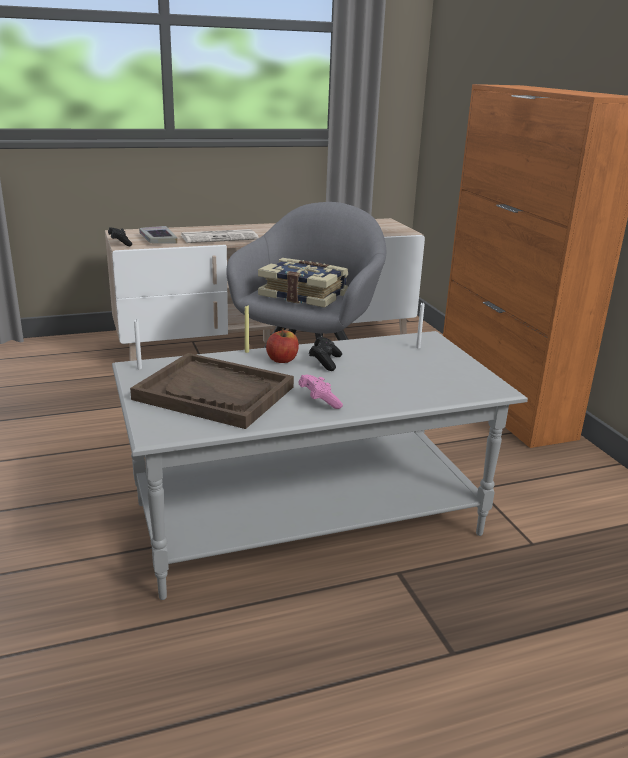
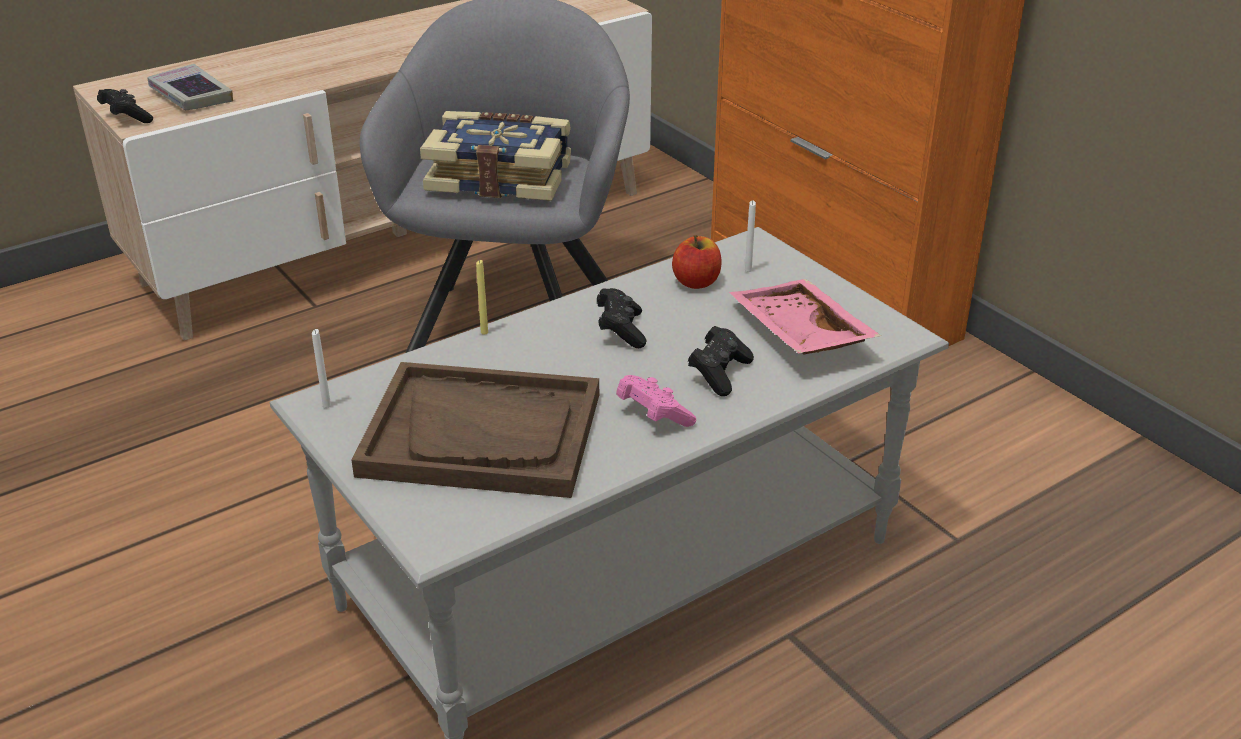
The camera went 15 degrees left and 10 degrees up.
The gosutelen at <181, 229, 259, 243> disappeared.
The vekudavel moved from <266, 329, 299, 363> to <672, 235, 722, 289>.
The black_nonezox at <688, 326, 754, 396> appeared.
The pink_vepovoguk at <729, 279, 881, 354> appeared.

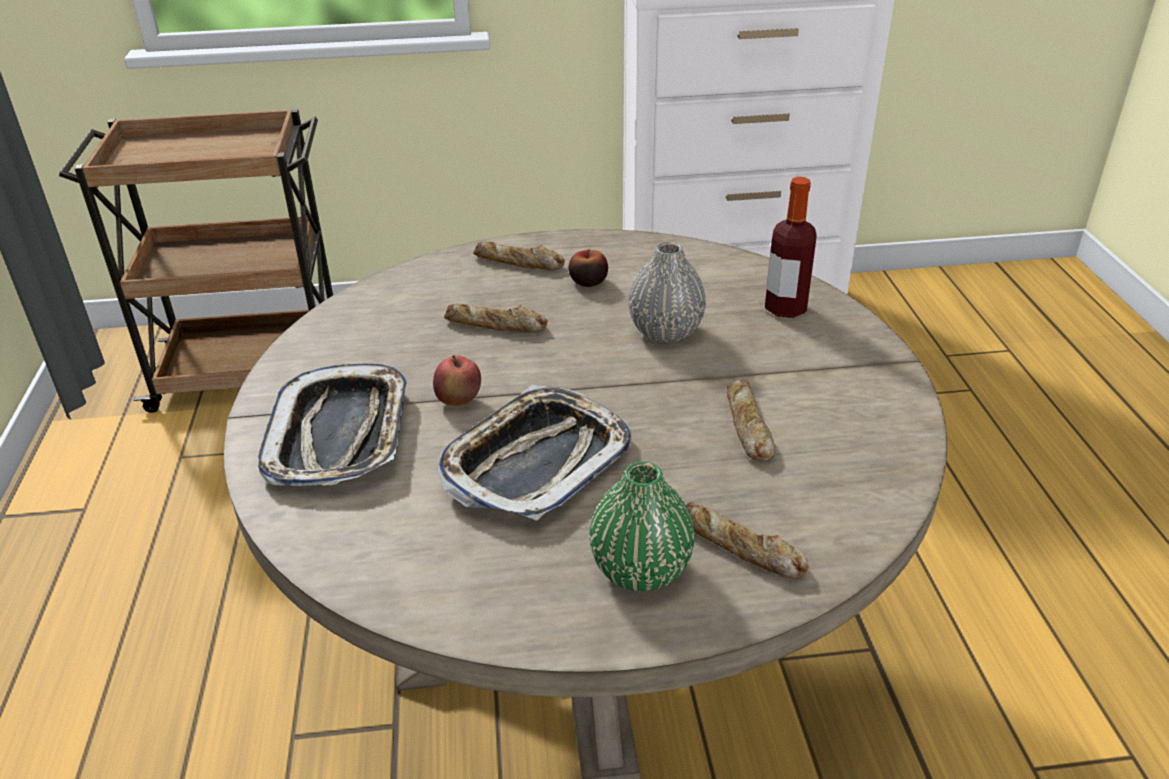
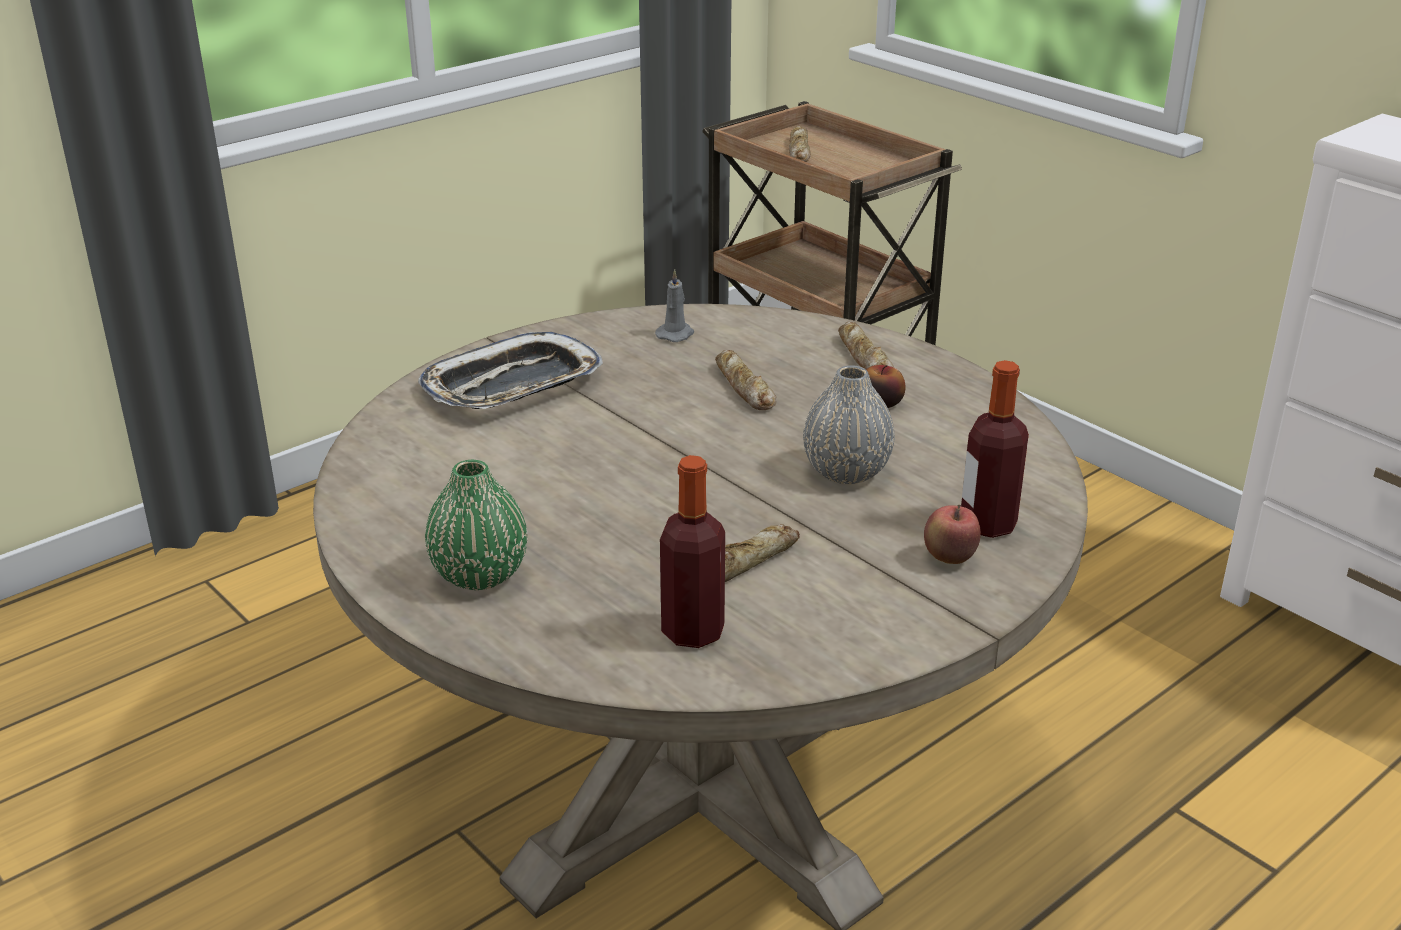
The camera went 55 degrees right and 5 degrees down.
The vekudavel moved from <433, 355, 481, 406> to <924, 505, 981, 564>.
The vepovoguk at <437, 385, 631, 521> disappeared.
The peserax moved from <686, 502, 809, 579> to <789, 126, 811, 162>.
The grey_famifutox at <655, 269, 694, 342> appeared.
The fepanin at <660, 455, 725, 648> appeared.

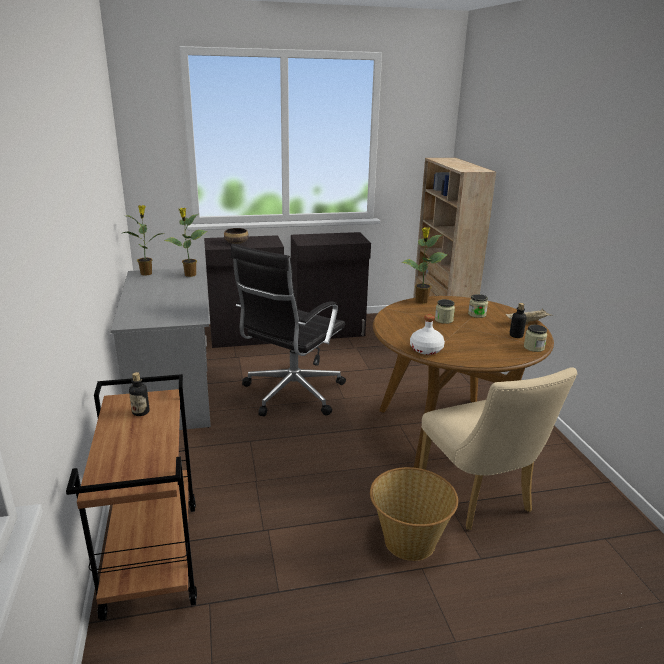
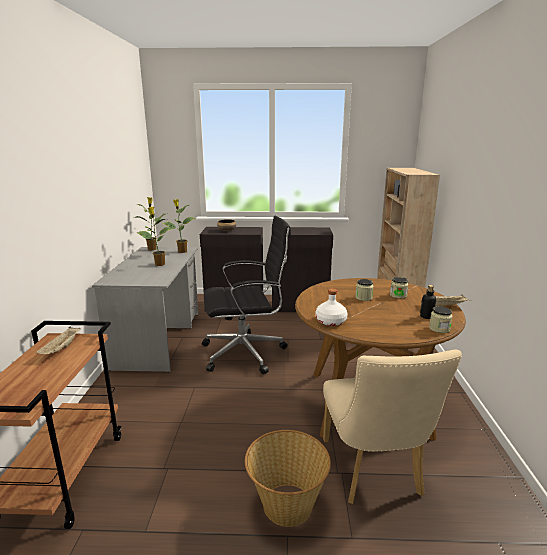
The camera went 15 degrees right and 5 degrees down.
The fepanin at <129, 372, 149, 416> was replaced by the beige_vepovoguk at <36, 326, 81, 354>.
The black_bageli at <231, 244, 346, 416> turned 150 degrees counterclockwise.
The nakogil moved from <401, 227, 448, 304> to <137, 207, 173, 266>.

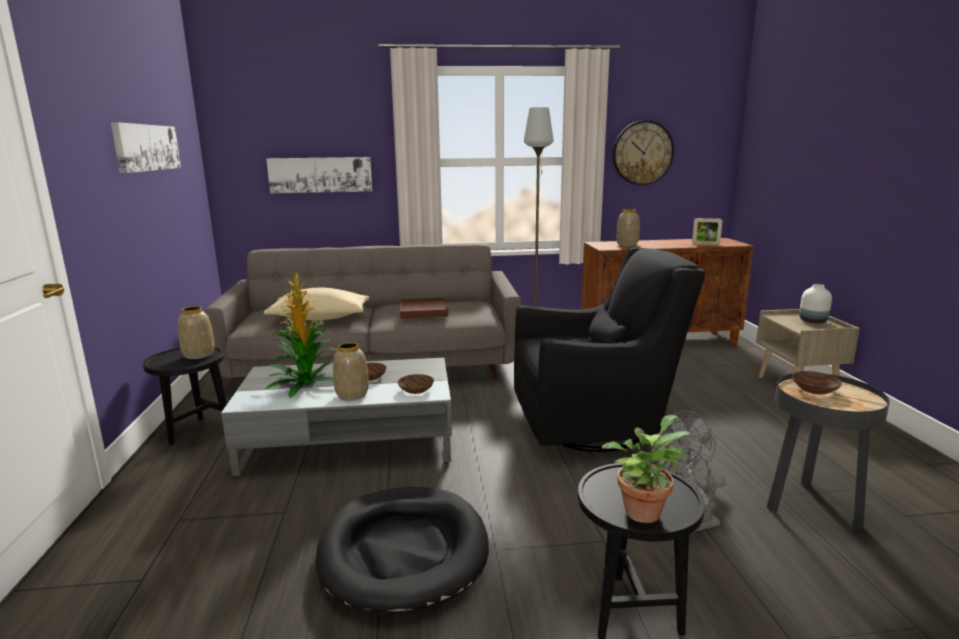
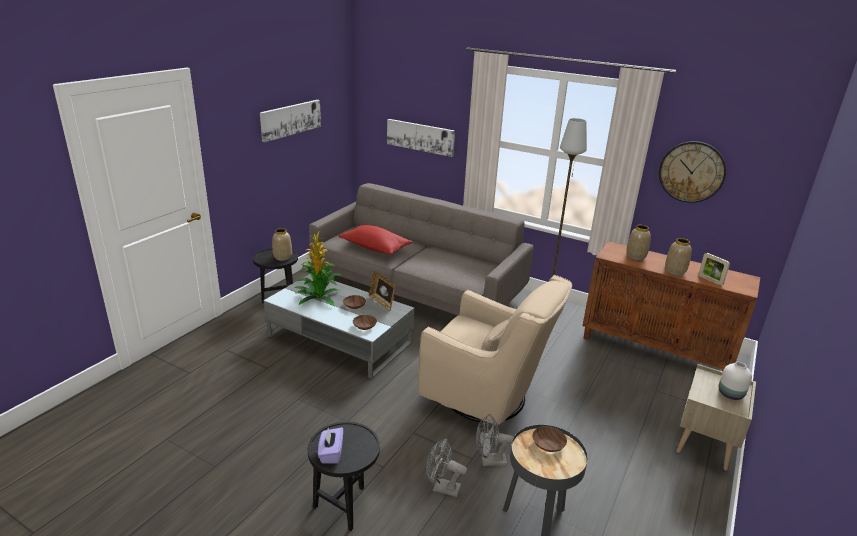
The camera went 35 degrees right and 10 degrees up.
The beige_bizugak at <264, 288, 369, 320> became the red_bizugak at <339, 225, 412, 255>.
The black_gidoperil at <316, 487, 489, 614> disappeared.
The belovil moved from <333, 342, 369, 401> to <665, 238, 692, 276>.
The brown_vepovoguk at <400, 298, 449, 319> disappeared.
The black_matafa at <514, 247, 705, 452> became the beige_matafa at <418, 275, 572, 425>.
The nakogil at <602, 415, 691, 523> was replaced by the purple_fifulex at <318, 427, 343, 463>.
The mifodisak at <369, 271, 396, 311> appeared.

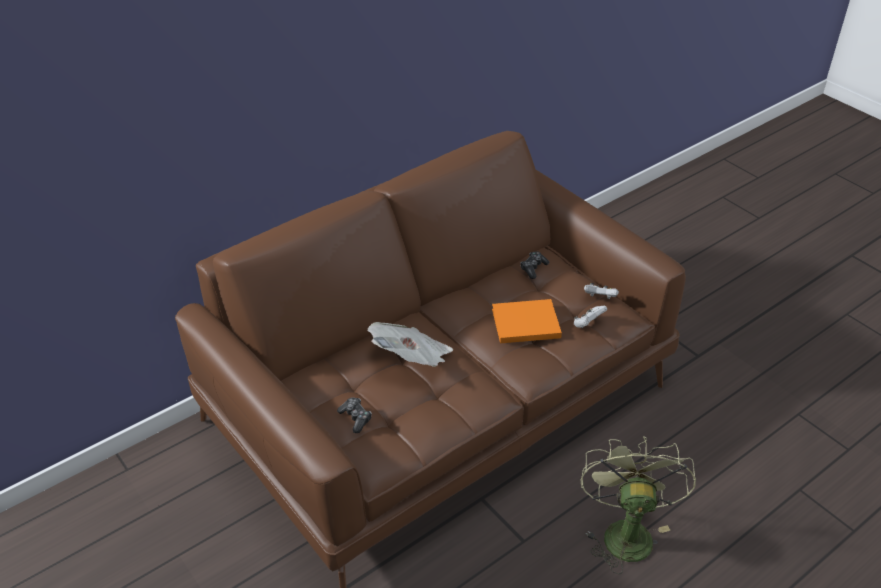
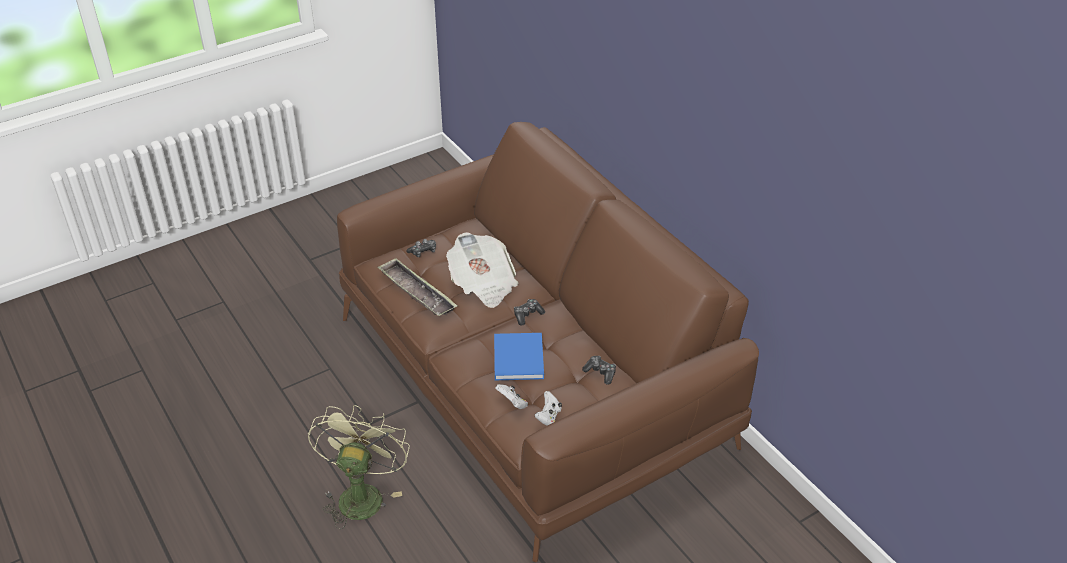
The camera went 95 degrees right and 0 degrees up.
The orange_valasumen at <492, 299, 562, 343> became the blue_valasumen at <494, 333, 544, 380>.
The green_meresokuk at <580, 436, 696, 574> turned 90 degrees counterclockwise.
The vepovoguk at <377, 258, 458, 316> appeared.
The nonezox at <514, 299, 545, 325> appeared.

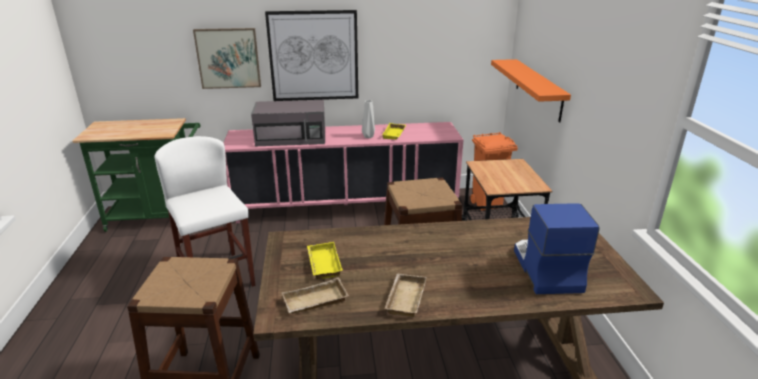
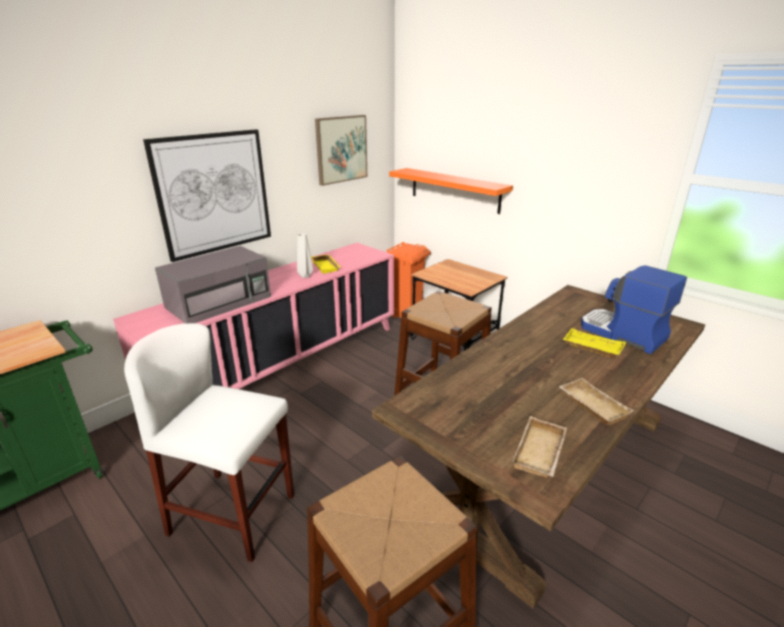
The camera went 40 degrees left and 0 degrees up.
The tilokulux moved from <193, 28, 261, 89> to <315, 115, 367, 186>.
The yellow_vepovoguk moved from <307, 242, 343, 279> to <563, 328, 626, 358>.

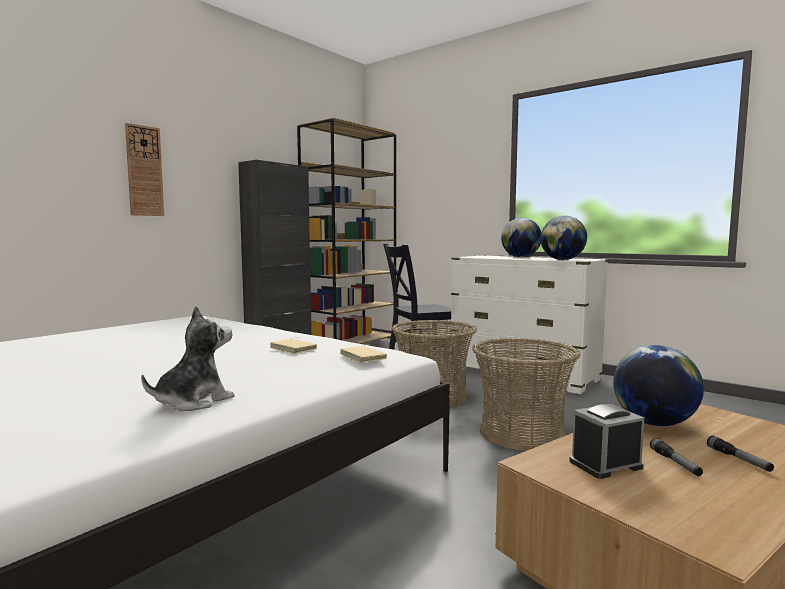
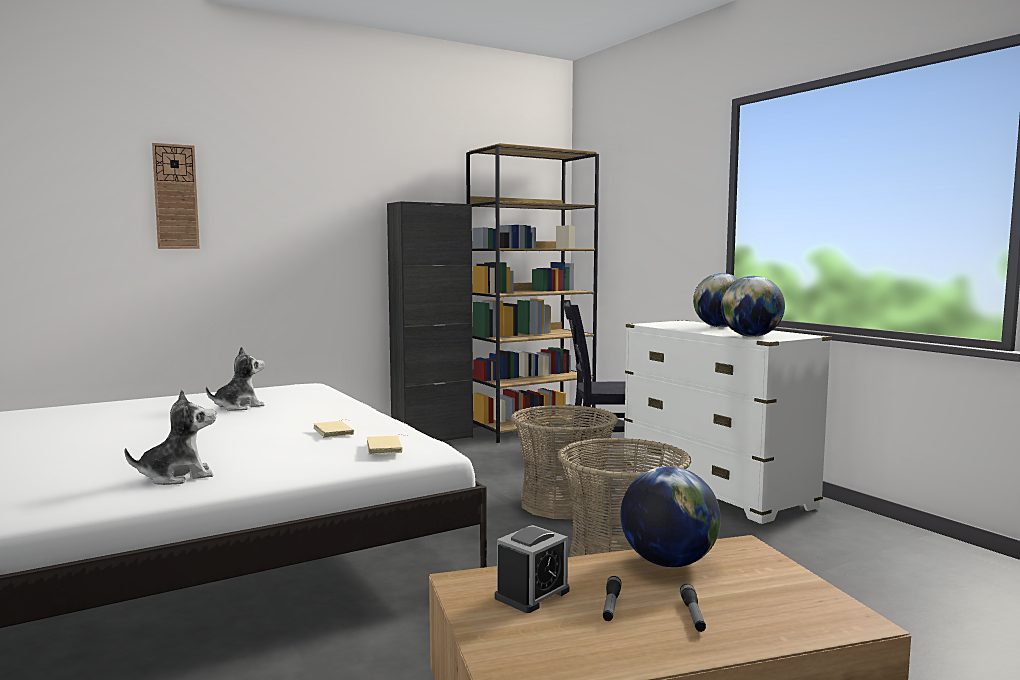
The camera went 20 degrees right and 0 degrees up.
The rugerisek moved from <125, 123, 164, 216> to <152, 143, 200, 249>.
The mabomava at <569, 404, 644, 479> turned 135 degrees clockwise.
The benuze at <206, 347, 265, 411> appeared.

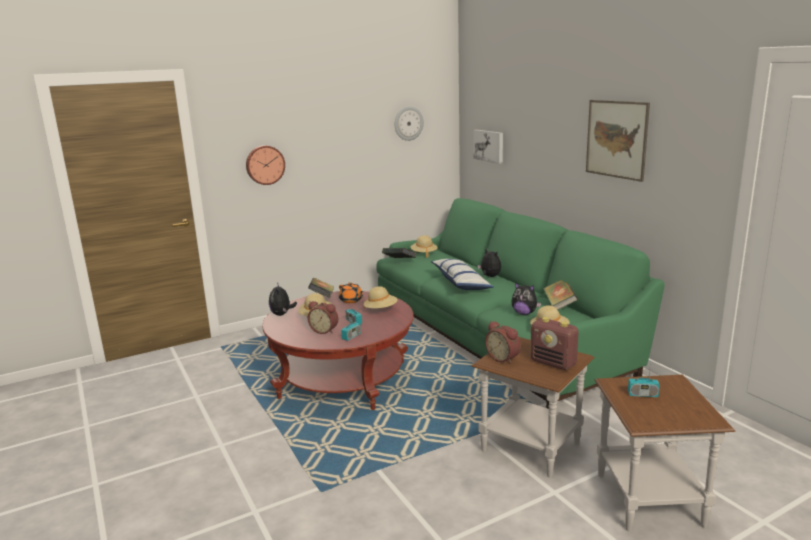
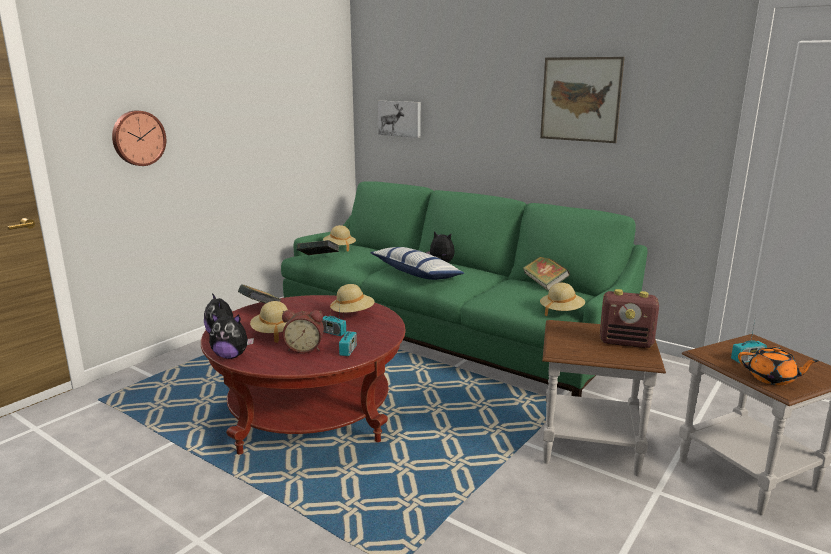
The camera went 25 degrees left and 0 degrees up.
The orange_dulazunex moved from <339, 282, 364, 303> to <738, 347, 818, 385>.
The rugerisek at <394, 106, 424, 141> disappeared.
The mabomava at <485, 321, 521, 364> disappeared.
The benuze moved from <511, 282, 541, 315> to <209, 314, 254, 359>.

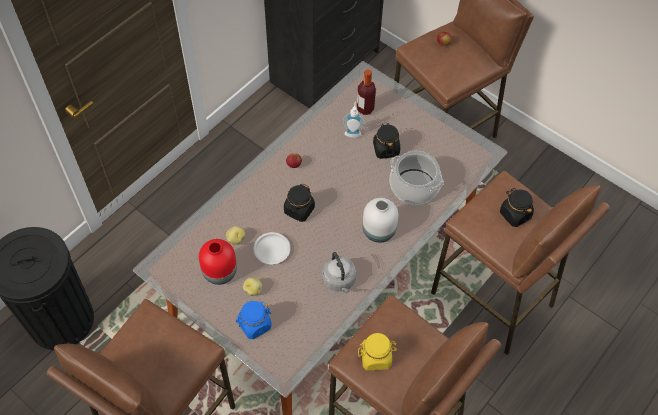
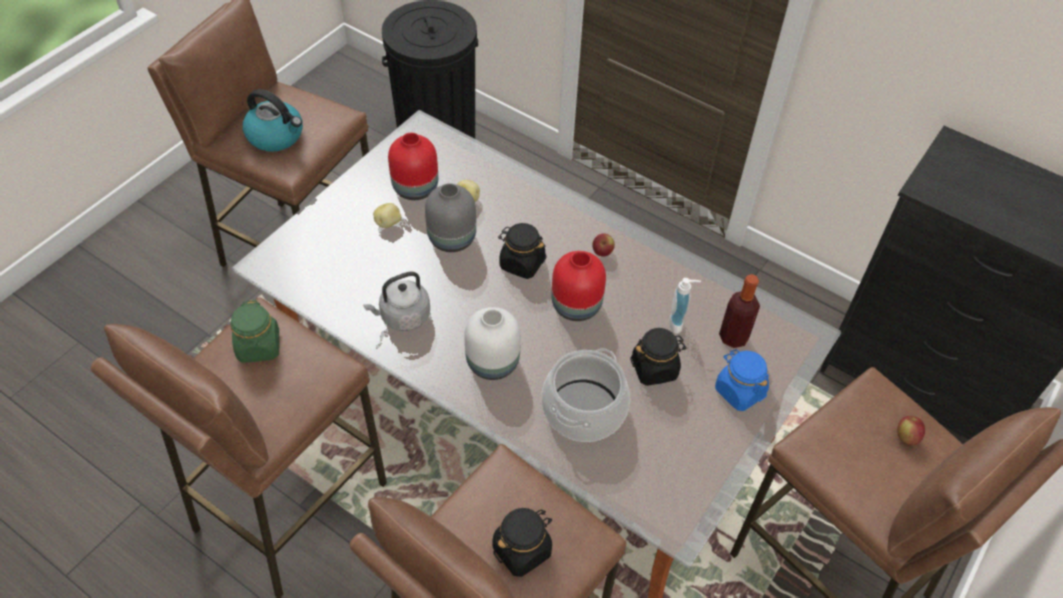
The camera went 85 degrees right and 5 degrees down.
The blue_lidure moved from <236, 301, 272, 339> to <715, 349, 769, 411>.
The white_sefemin at <254, 232, 291, 264> was replaced by the grey_belovil at <425, 183, 476, 252>.
The yellow_lidure at <358, 333, 397, 370> became the green_lidure at <230, 300, 279, 363>.
The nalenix at <243, 89, 303, 152> appeared.
The red_belovil at <552, 251, 606, 321> appeared.

